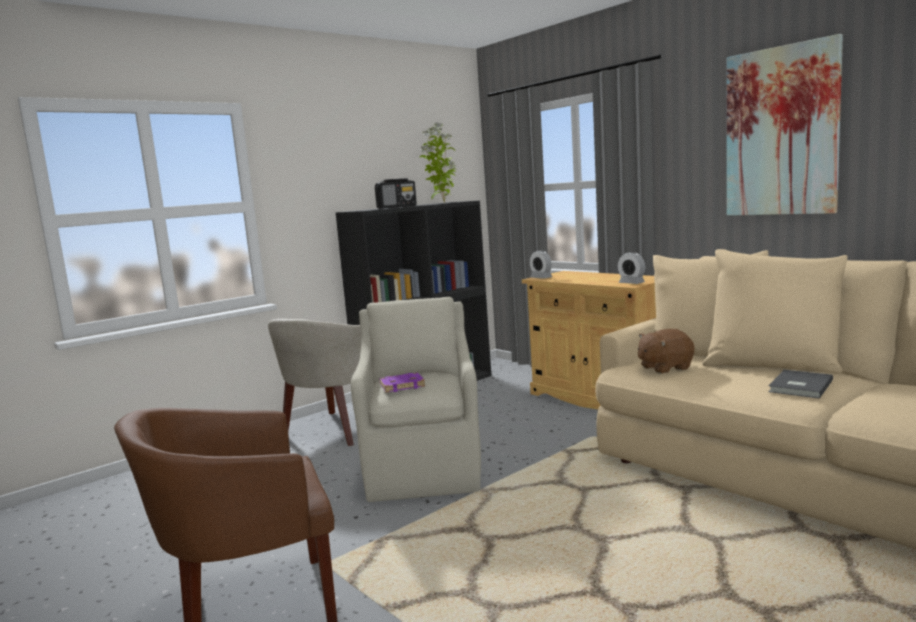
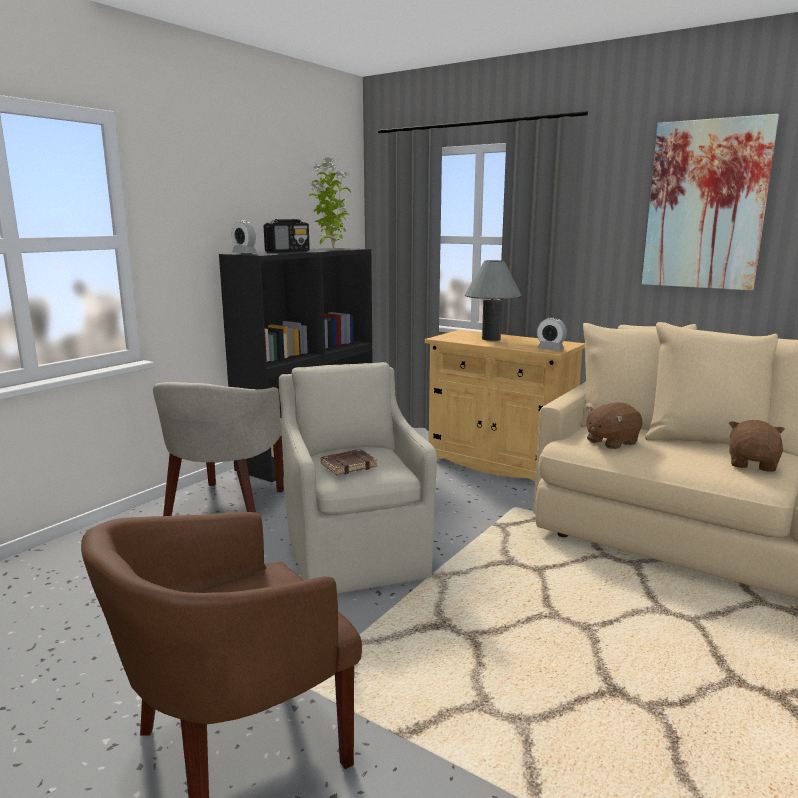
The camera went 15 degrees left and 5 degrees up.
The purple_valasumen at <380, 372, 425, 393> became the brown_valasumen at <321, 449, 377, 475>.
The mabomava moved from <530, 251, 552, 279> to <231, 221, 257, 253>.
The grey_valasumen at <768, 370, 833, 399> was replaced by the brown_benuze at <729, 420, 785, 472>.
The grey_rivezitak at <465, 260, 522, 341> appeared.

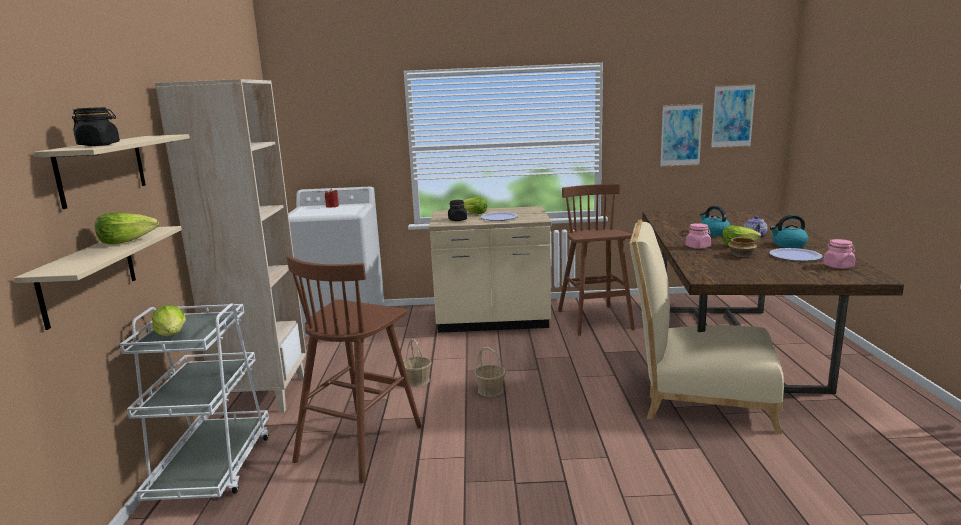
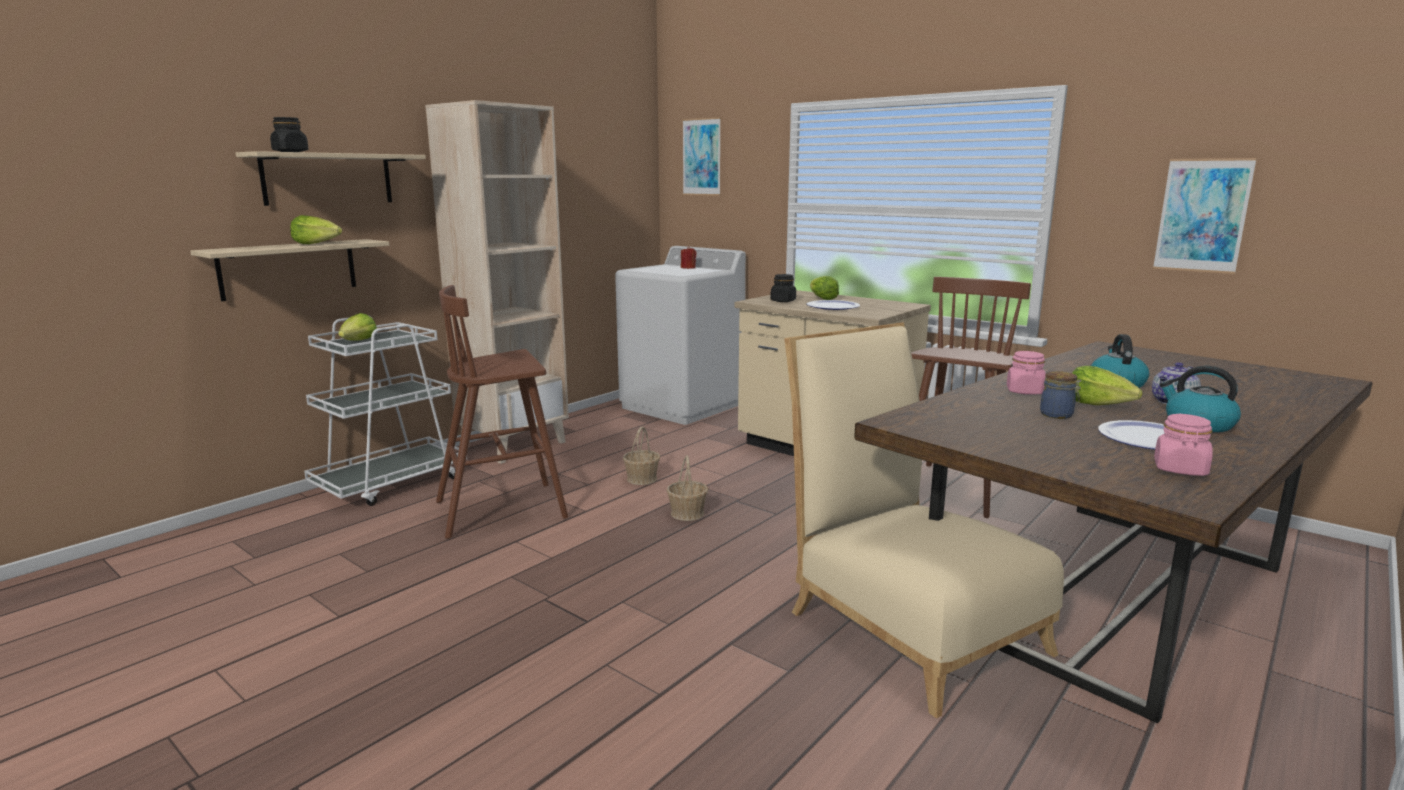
The camera went 40 degrees right and 0 degrees up.
The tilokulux moved from <711, 84, 756, 148> to <682, 117, 721, 196>.
The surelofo at <728, 237, 757, 257> was replaced by the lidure at <1040, 371, 1081, 419>.

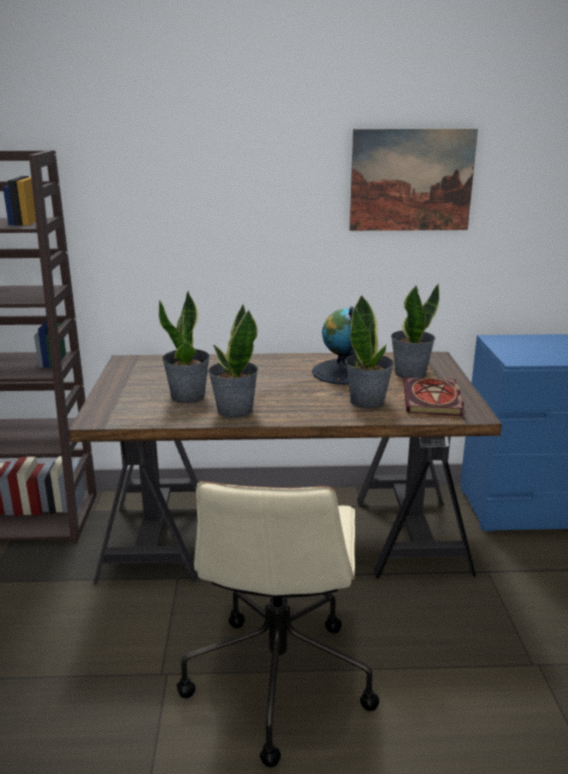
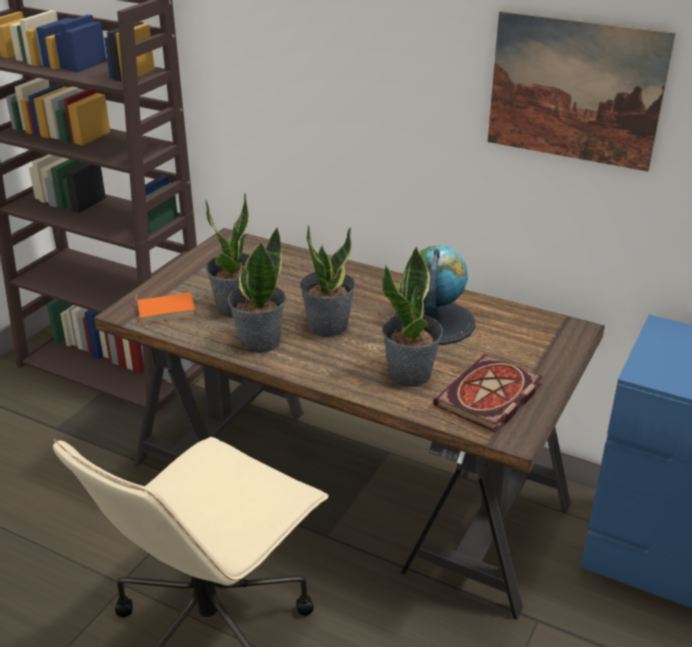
The camera went 30 degrees right and 10 degrees up.
The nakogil moved from <391, 284, 439, 378> to <300, 225, 356, 338>.
The orange_valasumen at <135, 293, 195, 323> appeared.

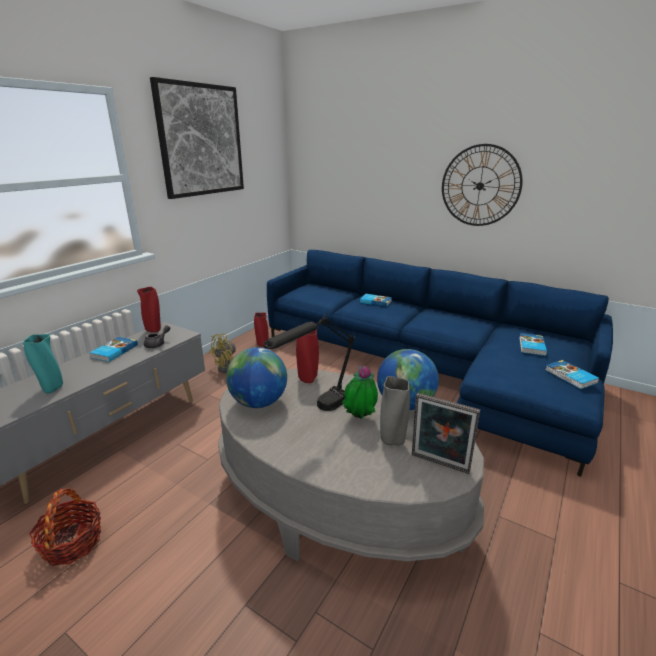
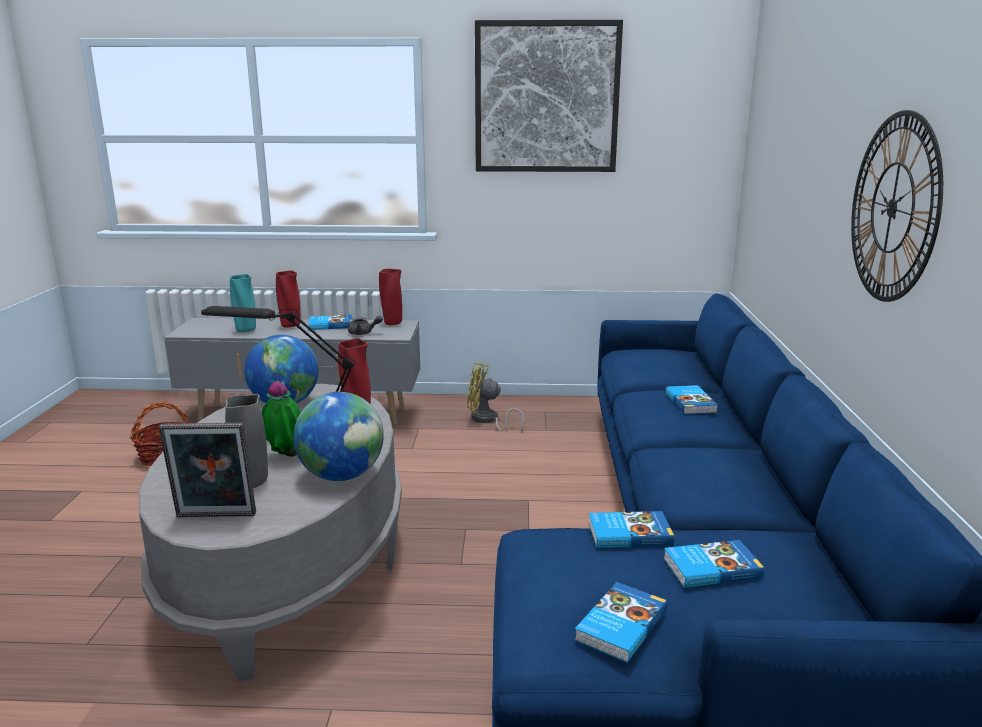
The camera went 60 degrees right and 5 degrees down.
The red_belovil moved from <254, 312, 268, 347> to <276, 270, 301, 327>.
The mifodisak at <412, 393, 480, 474> turned 90 degrees counterclockwise.
The valasumen at <588, 511, 674, 548> appeared.

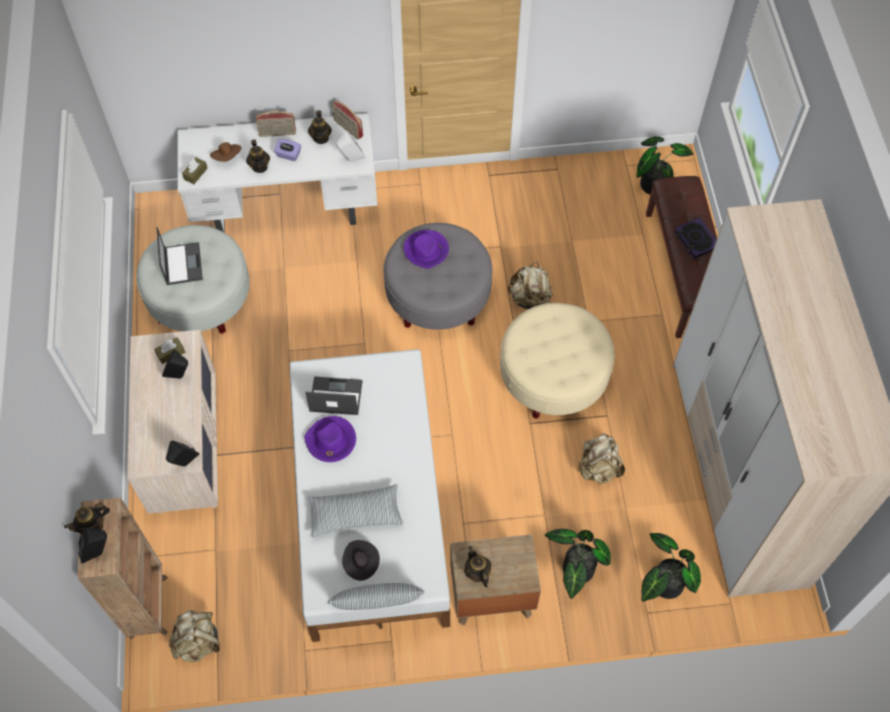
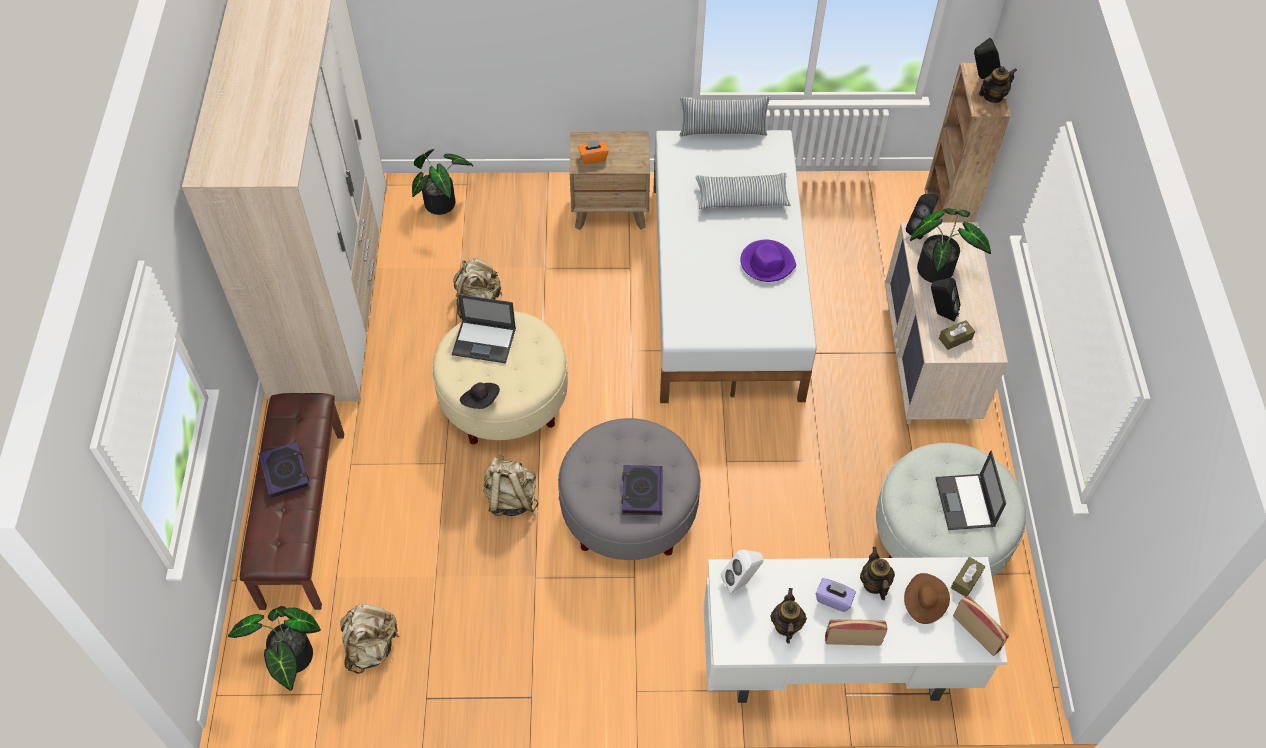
The camera went 175 degrees left and 5 degrees down.
The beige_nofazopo moved from <168, 609, 220, 662> to <340, 604, 400, 674>.
The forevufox moved from <305, 376, 363, 415> to <452, 294, 516, 364>.
The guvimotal moved from <332, 101, 363, 140> to <953, 595, 1009, 656>.
The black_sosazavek moved from <342, 540, 380, 581> to <460, 382, 500, 409>.
The purple_sosazavek at <404, 230, 449, 269> was replaced by the valasumen at <622, 465, 663, 515>.
The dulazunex at <464, 546, 491, 588> disappeared.
The nakogil moved from <545, 529, 611, 599> to <910, 208, 991, 283>.
The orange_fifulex at <578, 140, 609, 164> appeared.

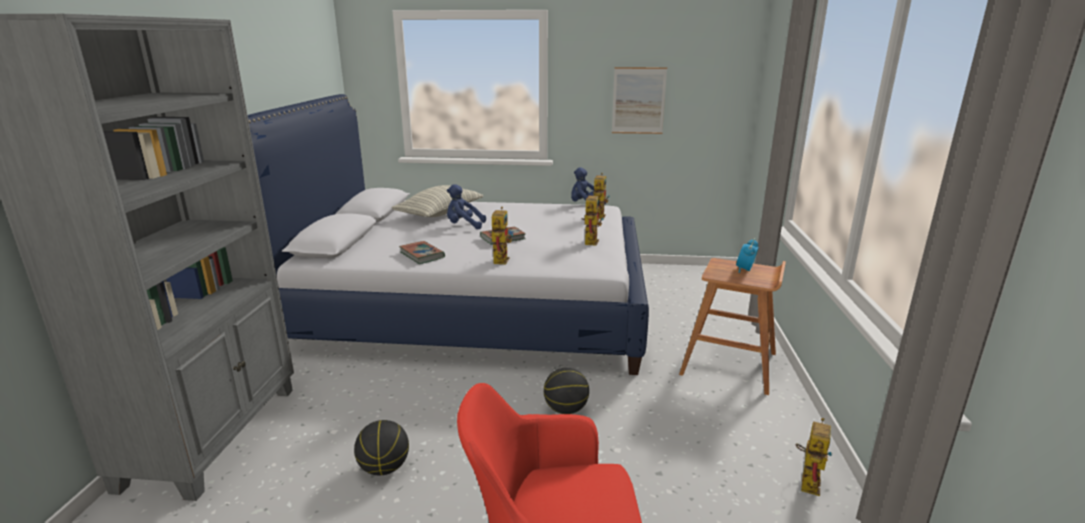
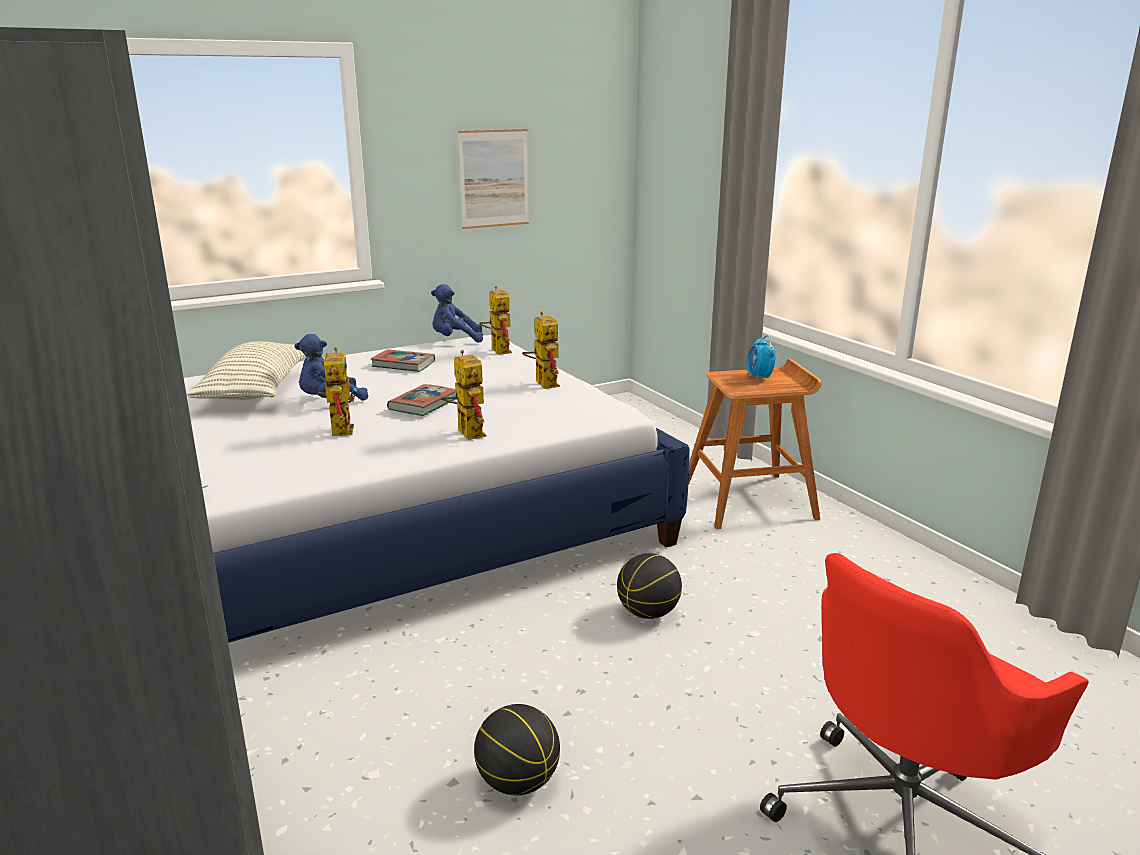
The camera went 35 degrees left and 0 degrees up.
The valasumen moved from <399, 241, 445, 264> to <371, 350, 435, 372>.
The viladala moved from <796, 418, 832, 496> to <318, 347, 357, 437>.

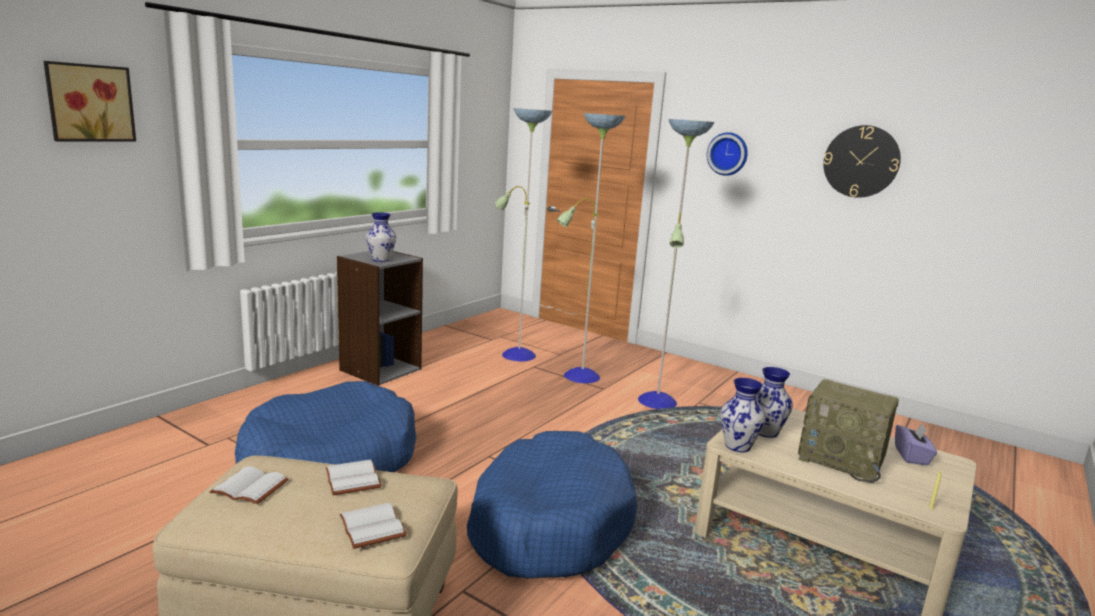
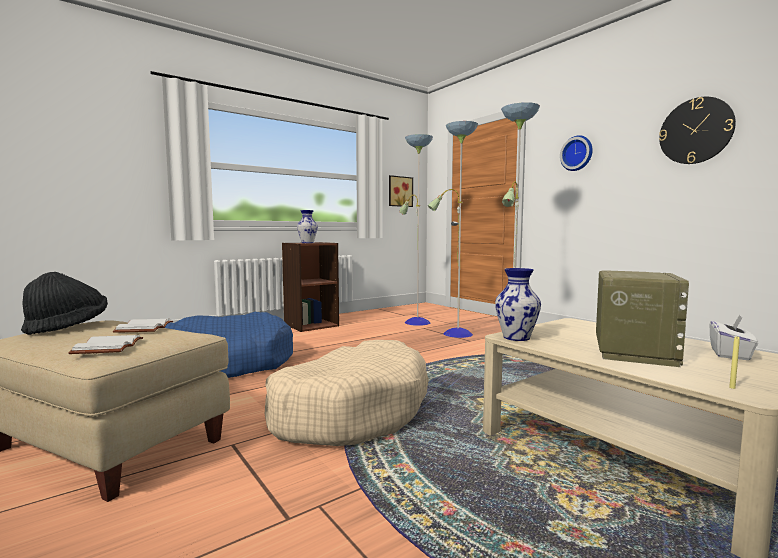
The camera went 20 degrees right and 10 degrees down.
The tilokulux moved from <43, 61, 136, 141> to <389, 175, 413, 207>.
The white_valasumen at <209, 466, 289, 504> was replaced by the black_sosazavek at <21, 272, 108, 335>.
The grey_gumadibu at <337, 251, 423, 386> became the brown_gumadibu at <282, 242, 339, 332>.
The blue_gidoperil at <467, 431, 637, 579> became the beige_gidoperil at <265, 340, 429, 446>.
The belovil at <757, 367, 793, 438> disappeared.
The guvimotal at <798, 379, 899, 484> turned 120 degrees counterclockwise.
The purple_fifulex at <895, 423, 937, 465> became the white_fifulex at <710, 315, 759, 360>.

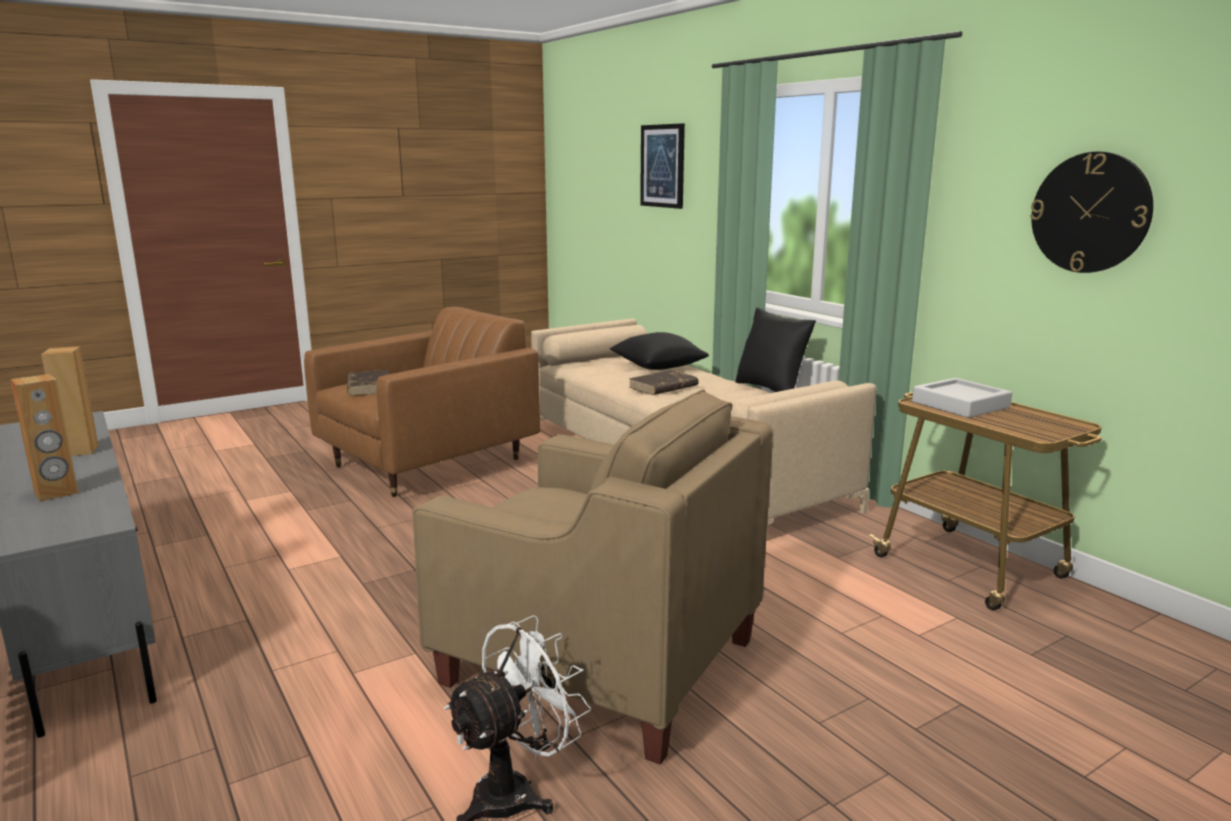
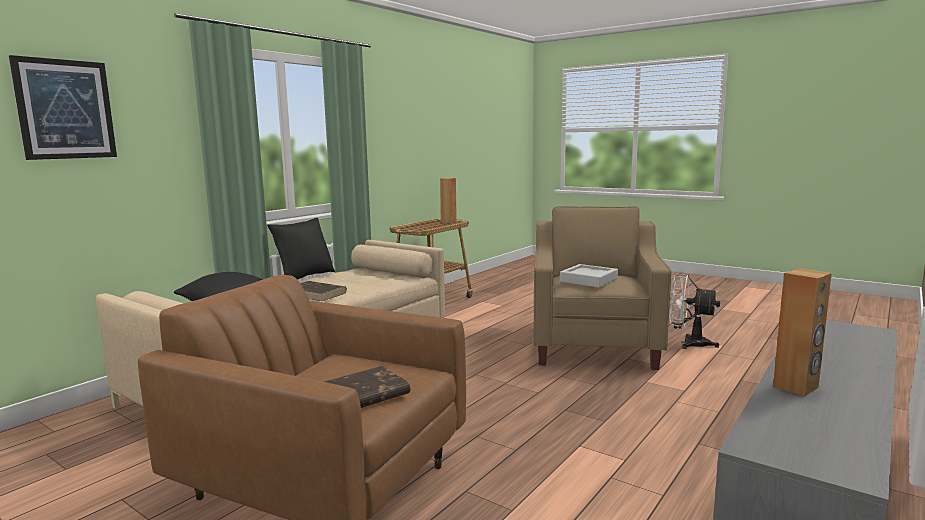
The camera went 110 degrees left and 5 degrees down.
The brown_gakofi moved from <10, 374, 79, 502> to <440, 178, 457, 223>.
The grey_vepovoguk moved from <912, 378, 1012, 418> to <560, 264, 618, 288>.
The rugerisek at <1030, 152, 1153, 273> disappeared.

